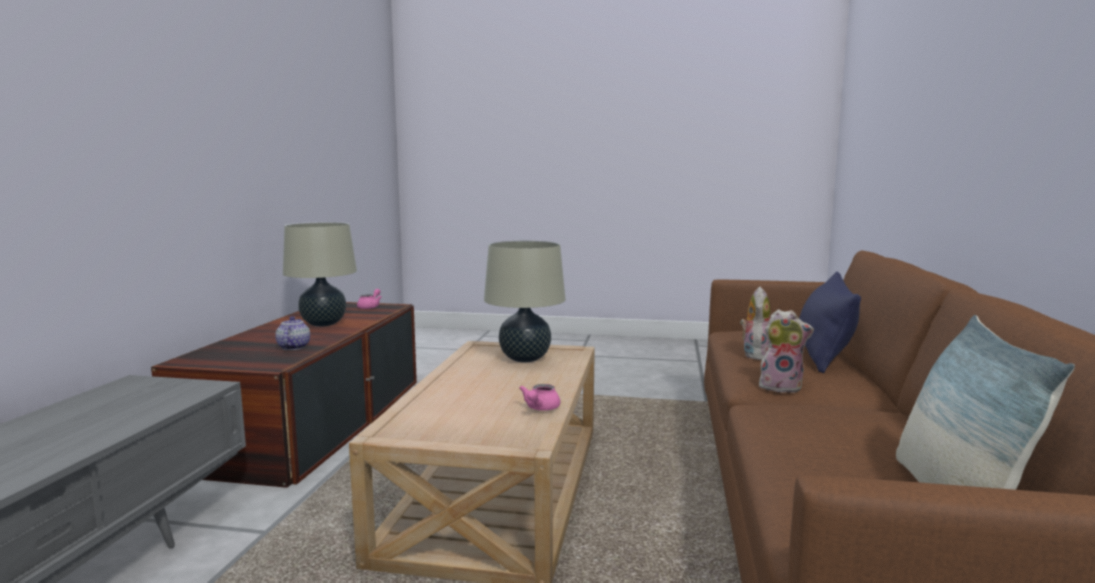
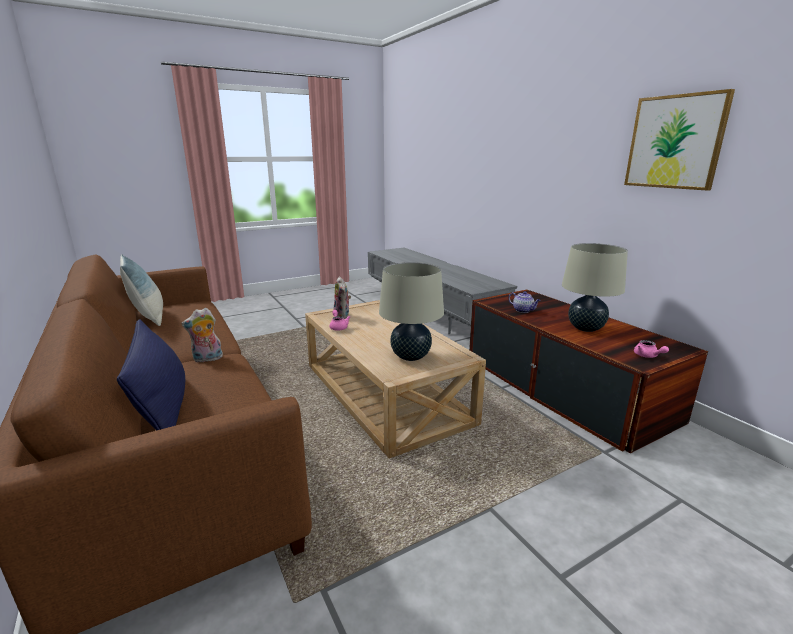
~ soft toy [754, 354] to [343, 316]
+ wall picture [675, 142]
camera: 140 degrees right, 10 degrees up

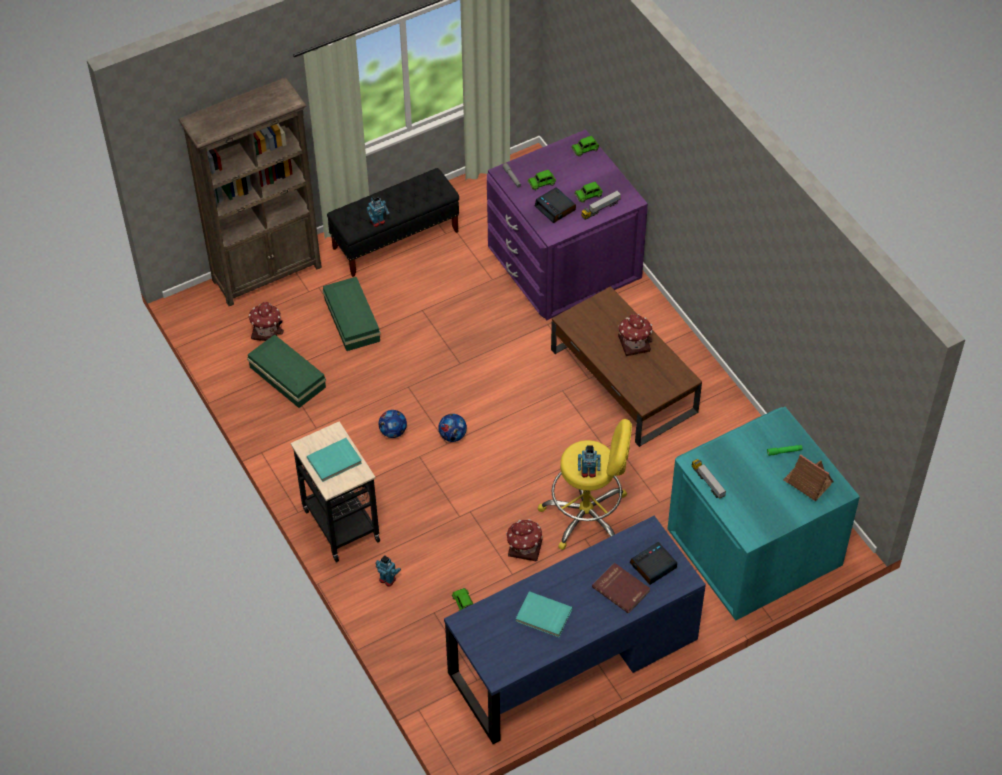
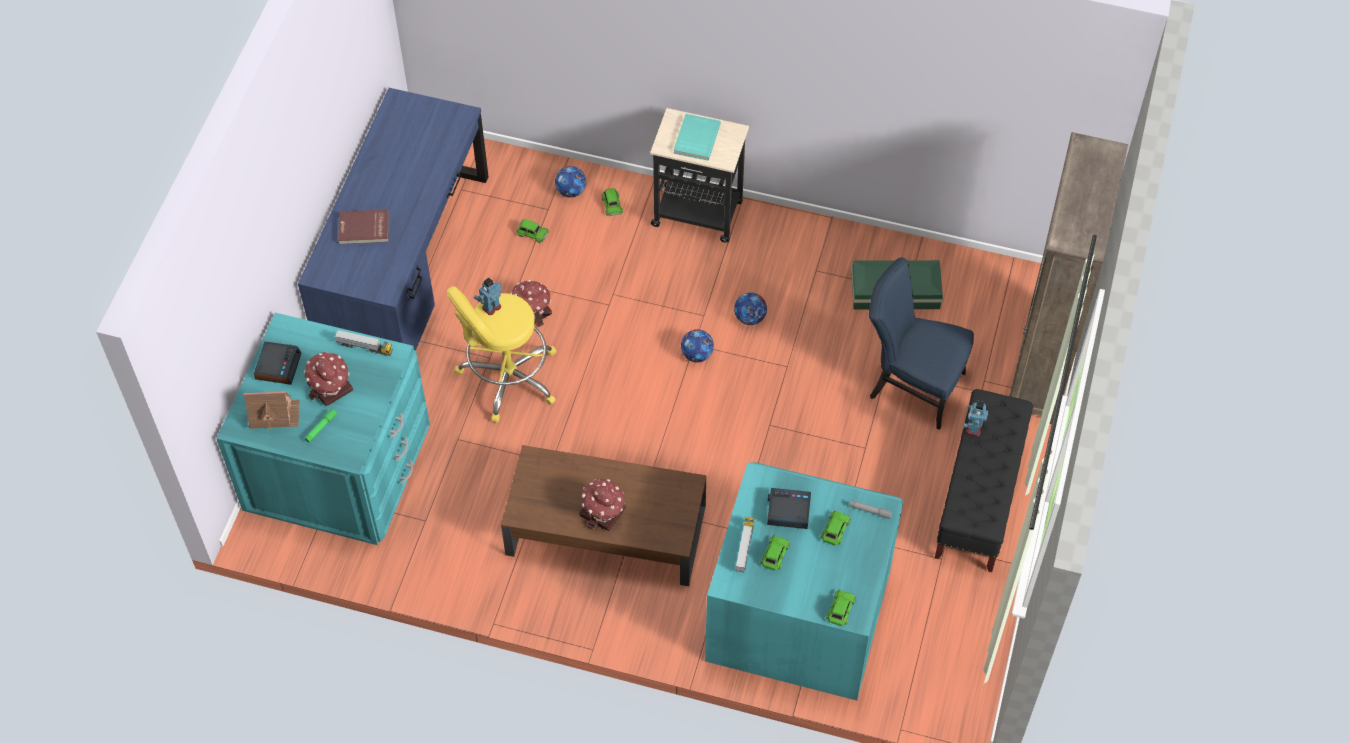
~ table clock [653, 566] to [278, 366]
~ model house [266, 330] to [330, 387]
+ ball for football [571, 191]
~ toy robot [387, 579] to miniature car in greenish [612, 204]
~ drawer chest in purplish [563, 262] to drawer chest in blue-green [799, 613]
~ storage bin in greenish [351, 321] to upright chair in blue-coloured [911, 384]
- book in blue-green [543, 616]
camera: 135 degrees right, 5 degrees up

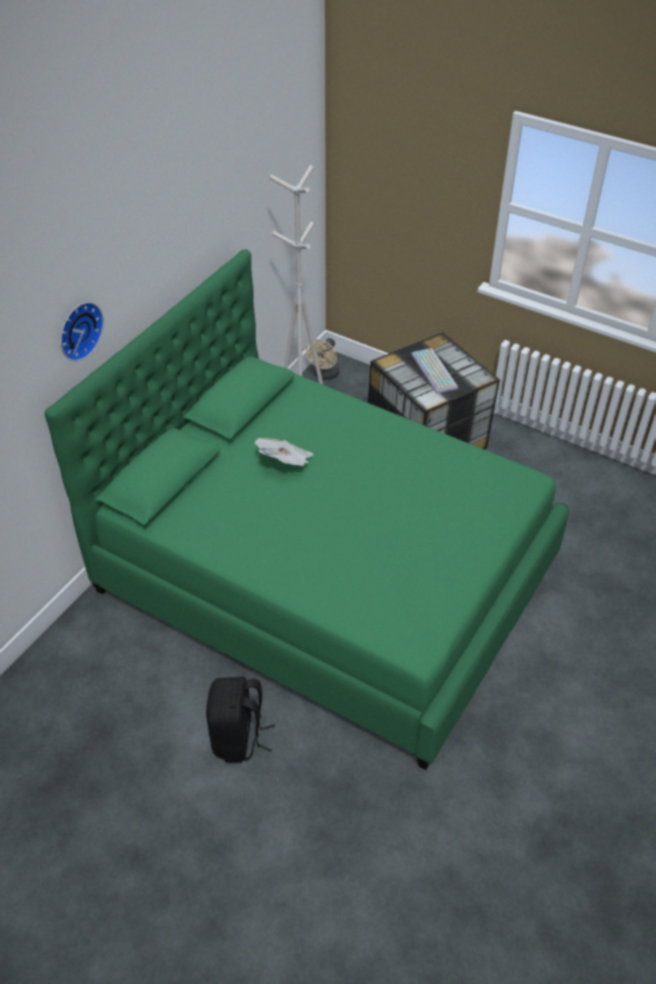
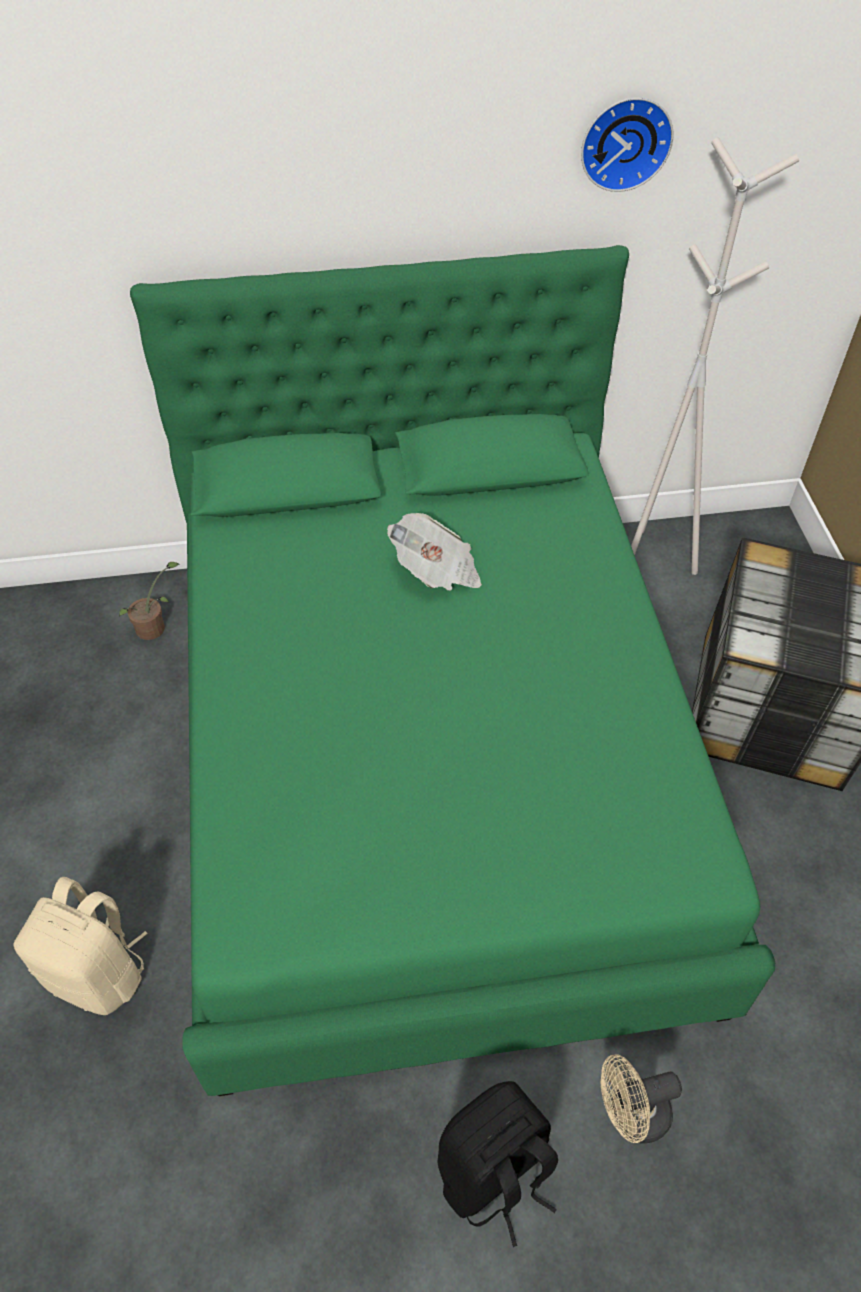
+ rucksack in beige [98, 973]
+ potted plant [155, 627]
~ rucksack in blackish [238, 738] to [495, 1174]
~ hanging clock [78, 330] to [625, 142]
~ electric fan in beige [325, 375] to [630, 1115]
- computer keyboard [435, 371]
camera: 50 degrees right, 5 degrees up

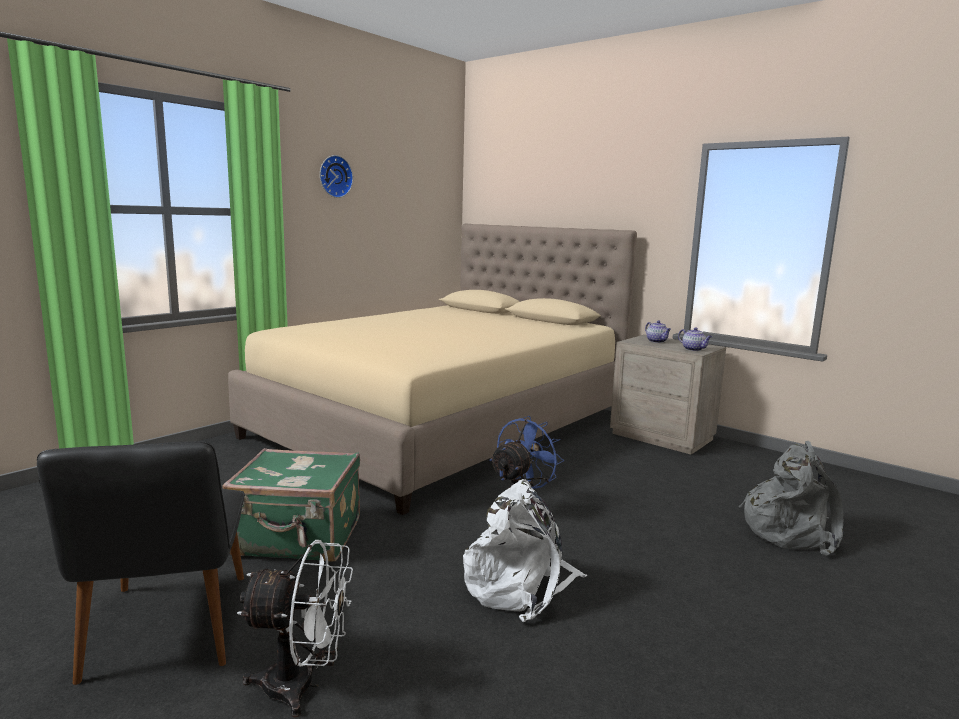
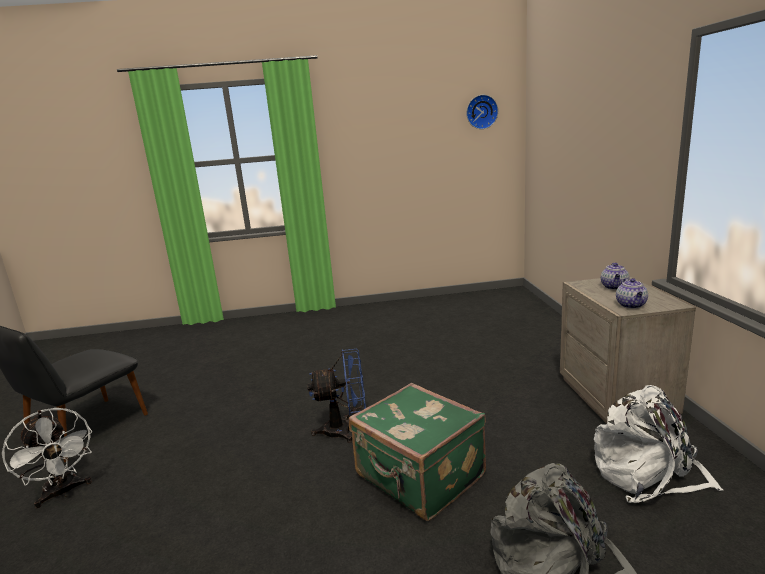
~ travel case in greenish [298, 538] to [419, 477]
~ hanging clock [334, 176] to [481, 112]
~ rucksack in whitish [520, 586] to [648, 474]
- sleeping bed in beige [444, 425]
camera: 45 degrees right, 5 degrees up

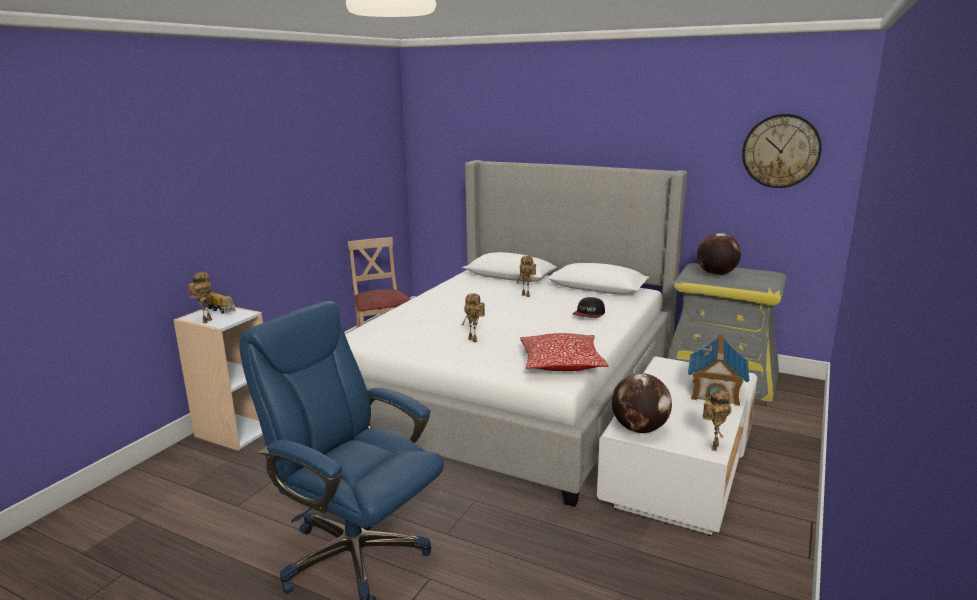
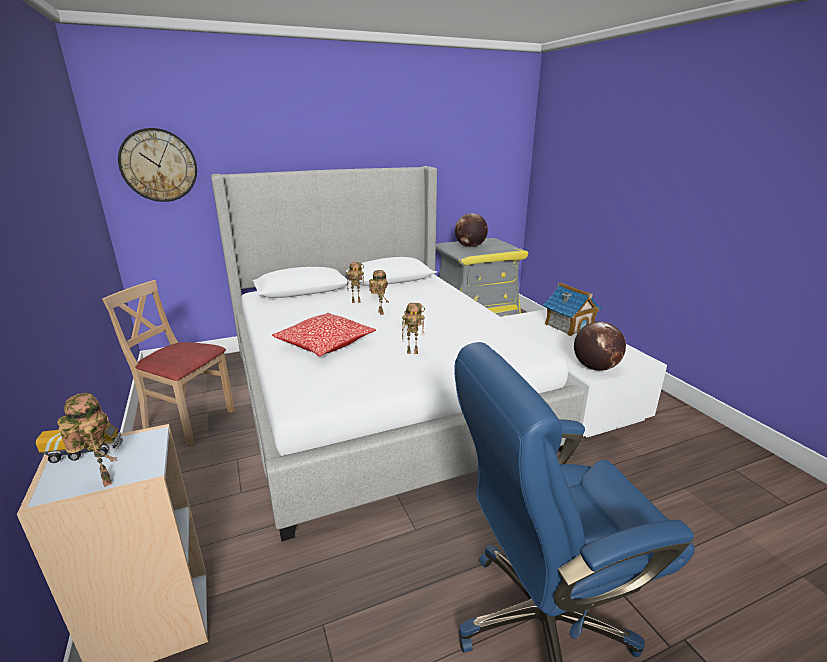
~ hanging clock [781, 151] to [159, 165]
~ cushion [561, 364] to [325, 344]
~ toy robot [713, 446] to [379, 313]
- peaked cap [589, 314]
camera: 50 degrees left, 5 degrees up

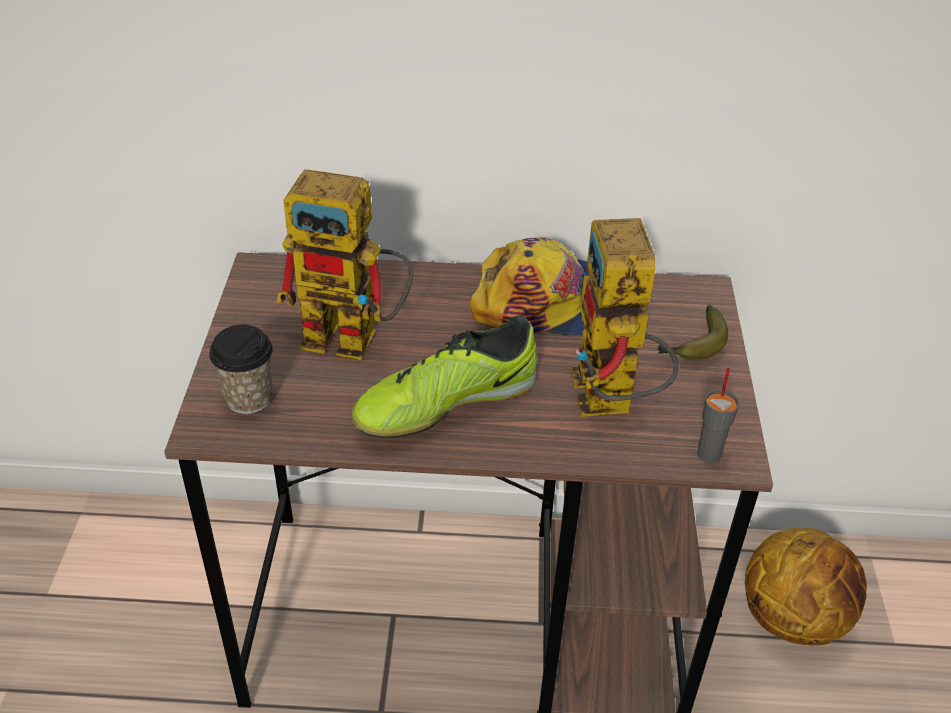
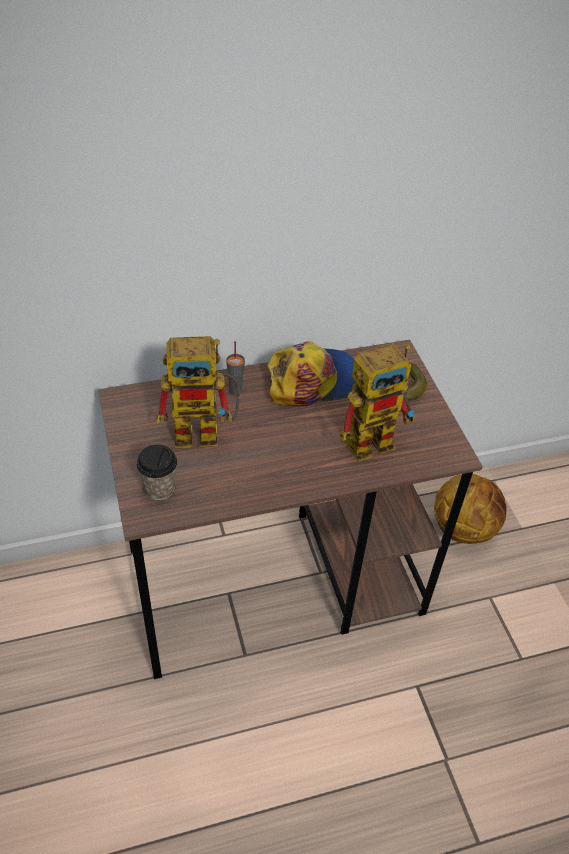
~ cup in grey [709, 454] to [236, 390]
~ toy robot [611, 403] = [376, 438] 90 degrees counterclockwise
- shoe [446, 403]
camera: 20 degrees left, 5 degrees up

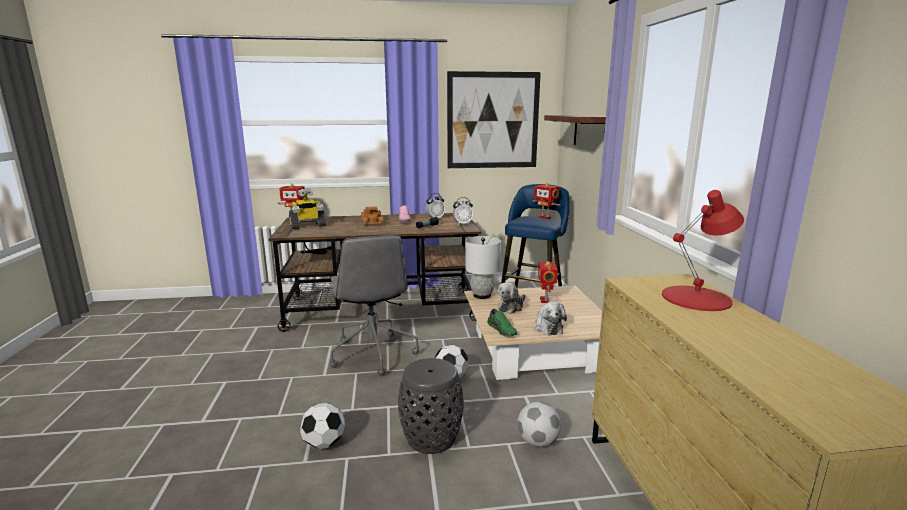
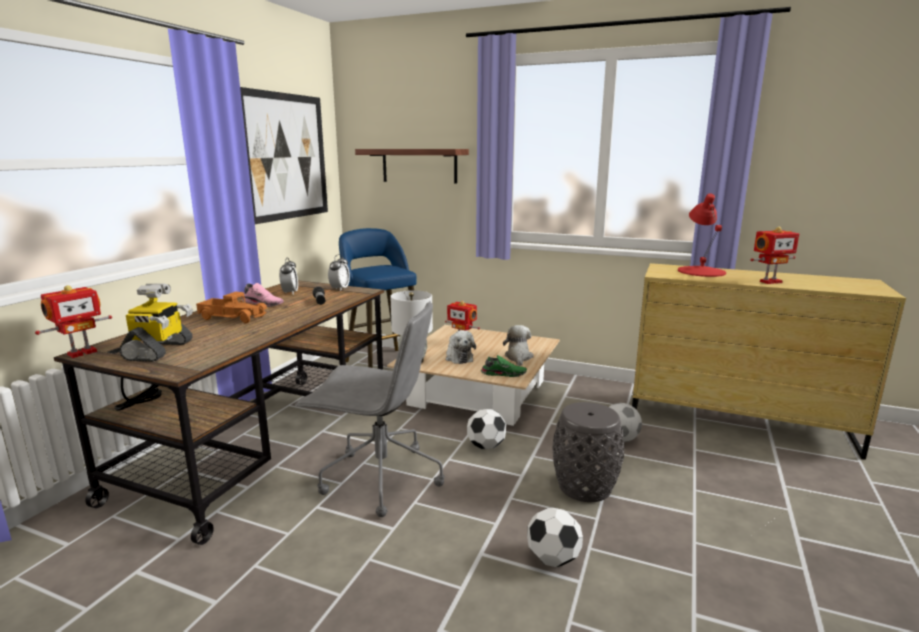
~ soft toy [548, 327] = [518, 357] 105 degrees counterclockwise
~ toy robot [545, 217] to [769, 281]
camera: 60 degrees left, 0 degrees up

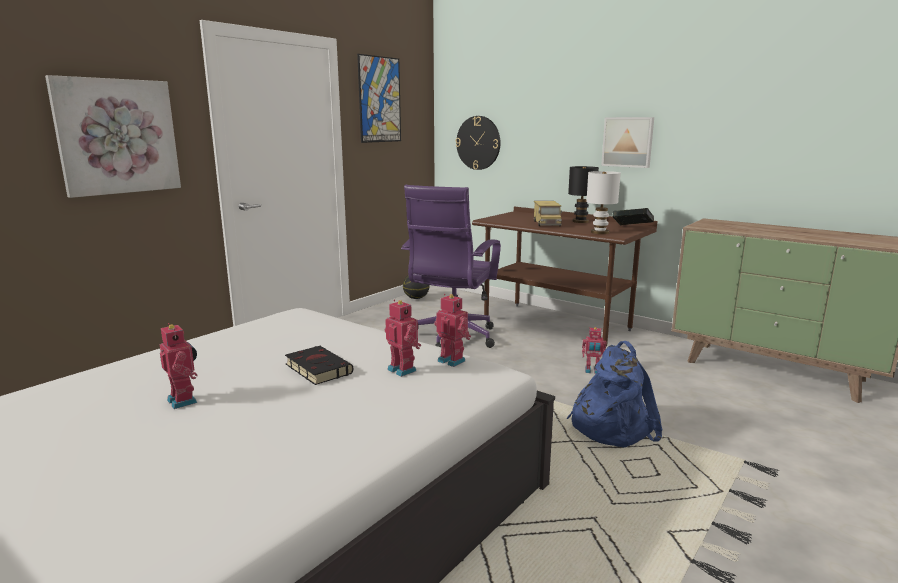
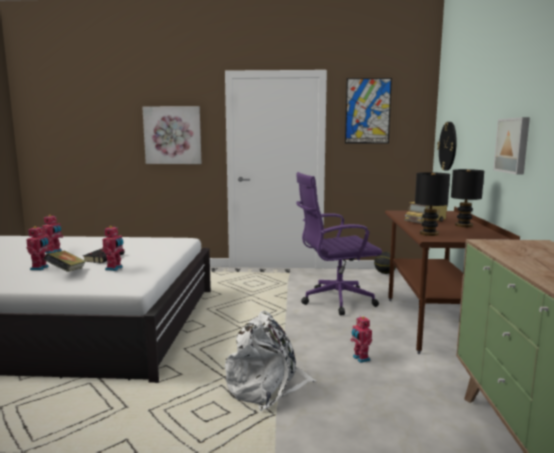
~ toy robot [452, 360] to [40, 268]
~ book [632, 228] to [66, 272]
~ rucksack in blue-coloured [610, 426] to rucksack in whitish [267, 387]
~ lamp for a table in whitish [600, 232] to lamp for a table in blackish [429, 234]
camera: 55 degrees right, 5 degrees down

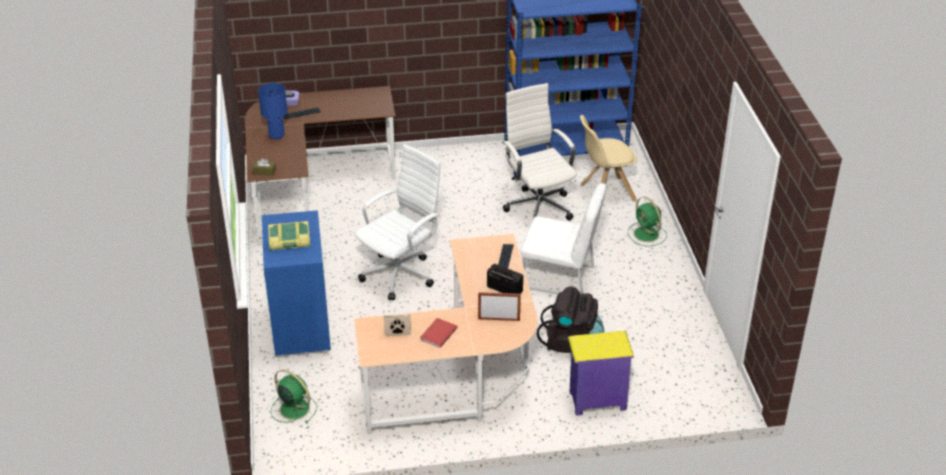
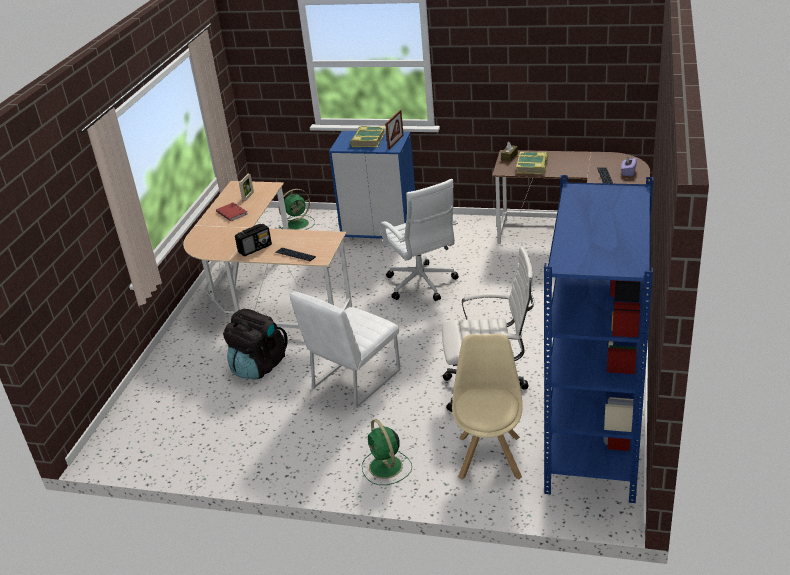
~ electric fan in greenish [647, 235] = [386, 467] 105 degrees counterclockwise
~ standing frame [499, 319] to [395, 142]
+ book [532, 166]
- lamp for a table in blue-coloured [276, 136]
- nightstand [595, 400]
camera: 115 degrees right, 5 degrees down

